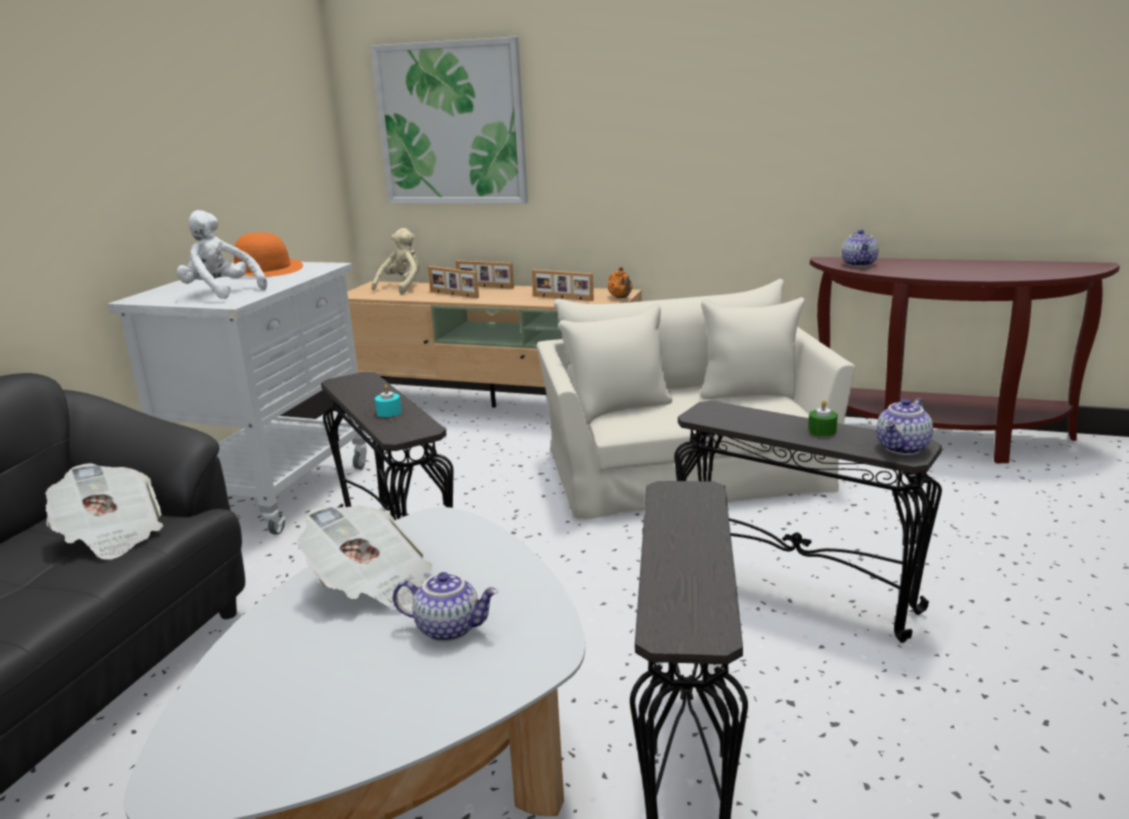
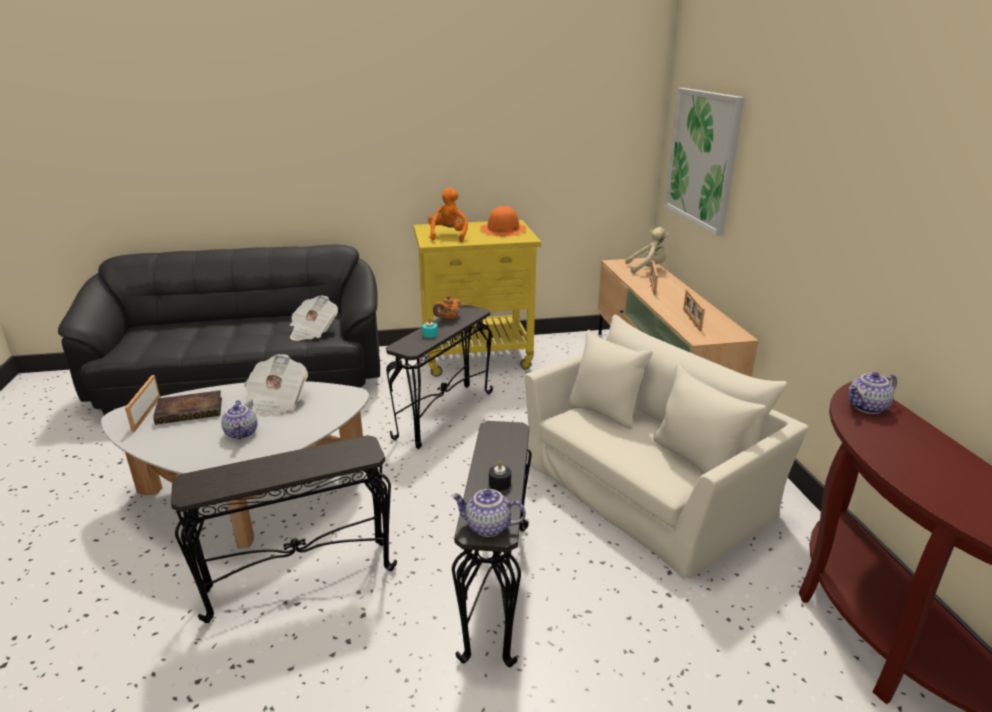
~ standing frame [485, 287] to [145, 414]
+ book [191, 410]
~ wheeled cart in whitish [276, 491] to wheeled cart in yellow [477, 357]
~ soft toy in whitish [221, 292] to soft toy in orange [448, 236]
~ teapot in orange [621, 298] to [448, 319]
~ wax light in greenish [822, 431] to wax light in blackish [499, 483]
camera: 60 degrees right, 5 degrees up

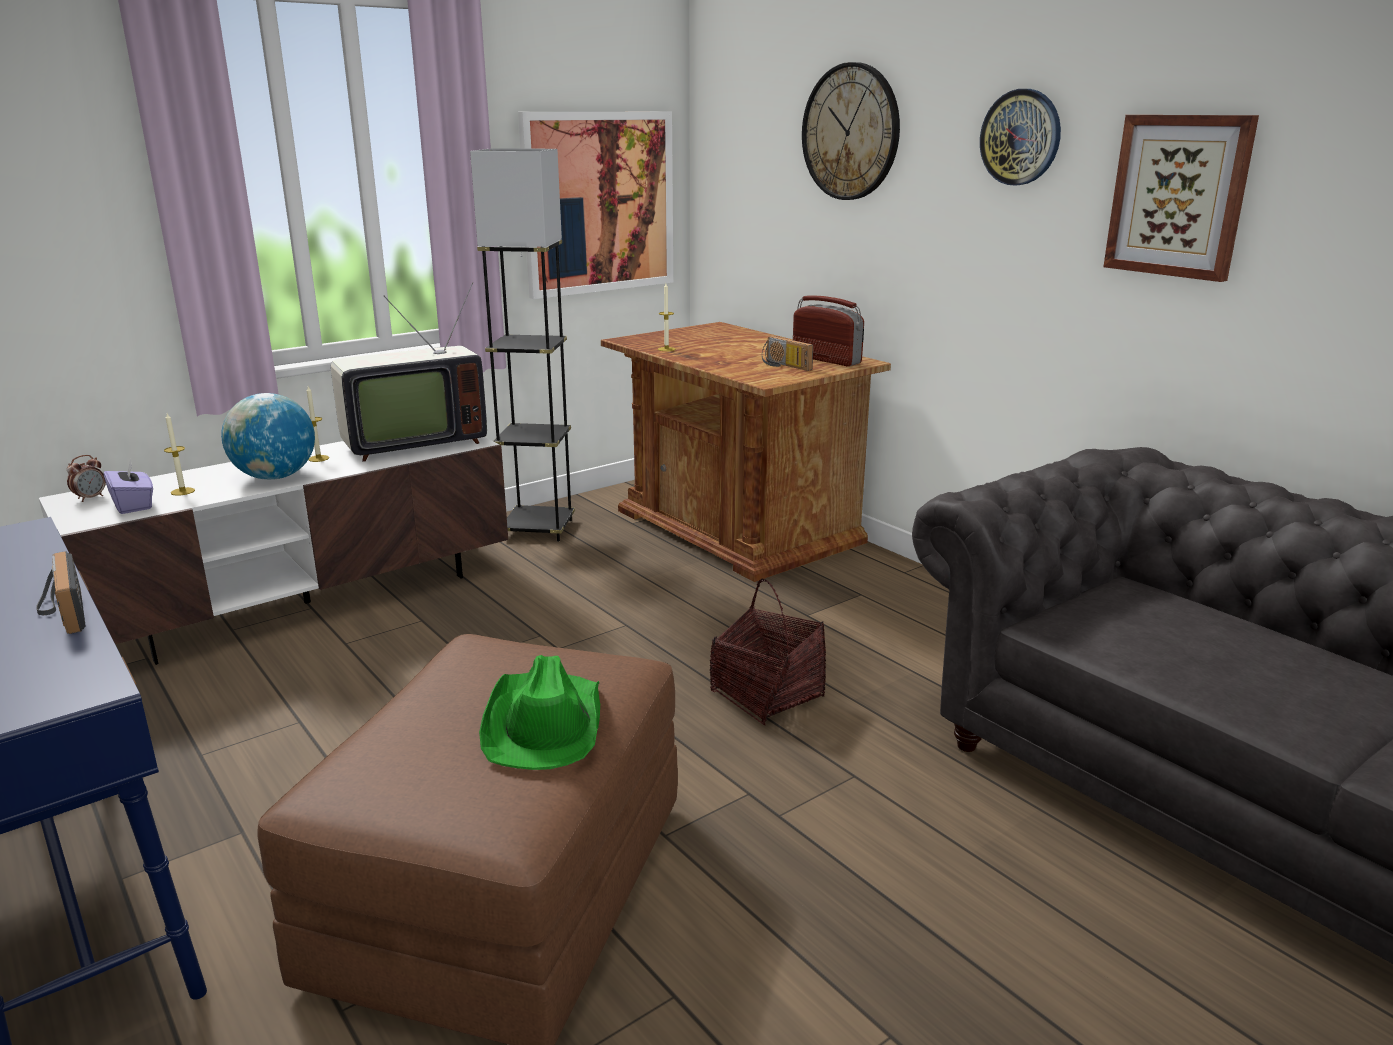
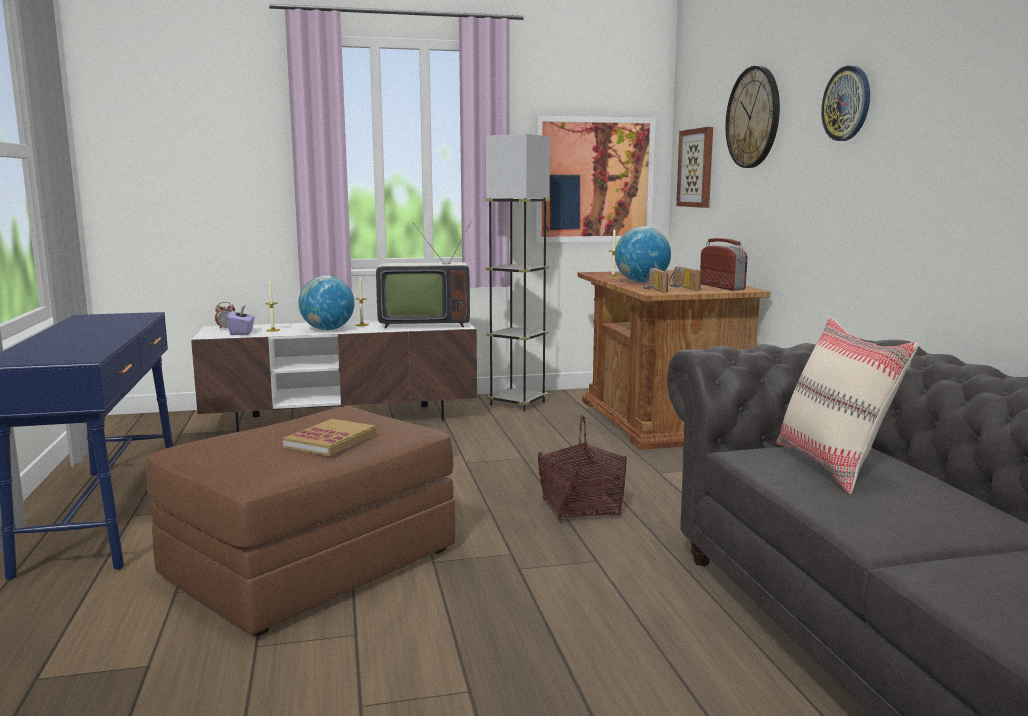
~ hat in greenish [544, 724] to book [331, 441]
+ globe [641, 282]
~ radio set [61, 613] to [653, 289]
~ wall picture [1179, 196] to [696, 168]
+ cushion in beige [833, 466]
camera: 25 degrees right, 10 degrees down

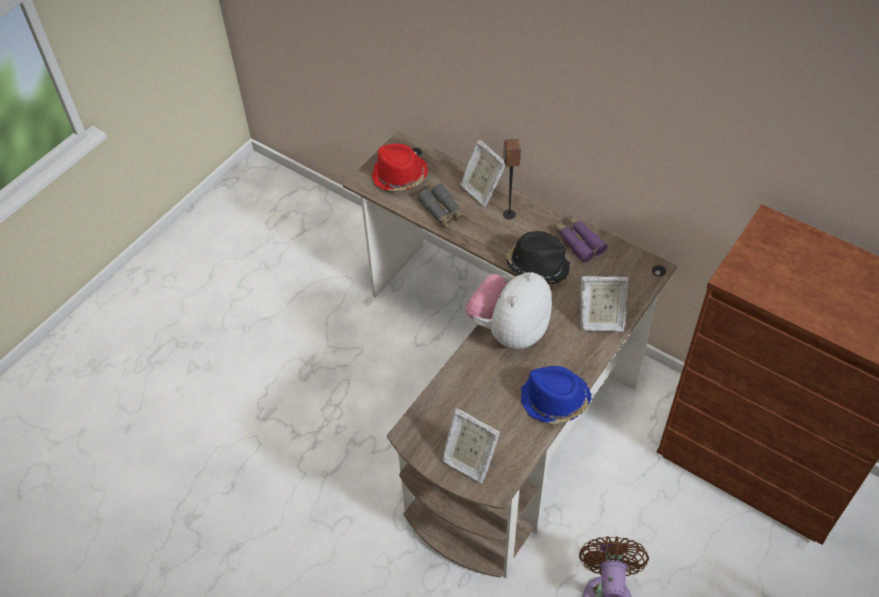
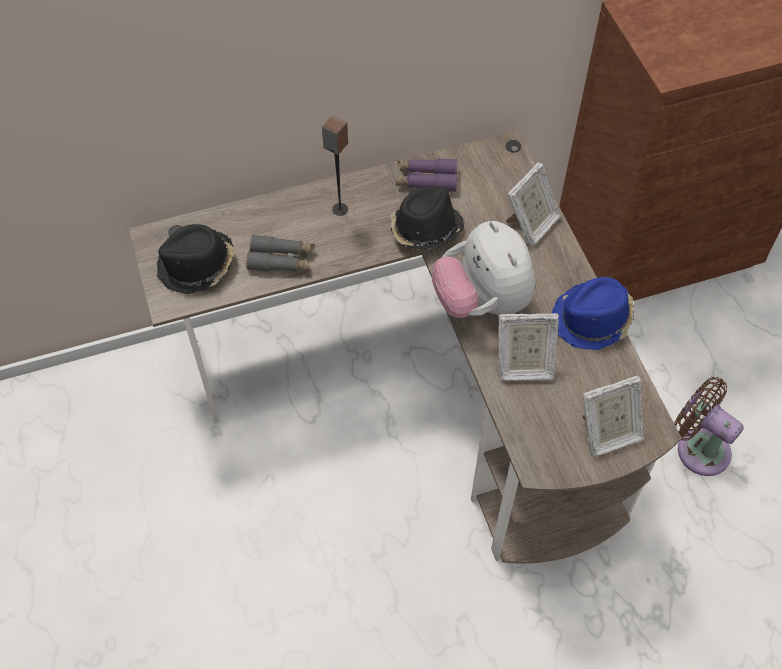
~ hat in reddish [399, 176] to hat in blackish [197, 266]
~ standing frame [481, 190] to [523, 365]
camera: 55 degrees left, 5 degrees up

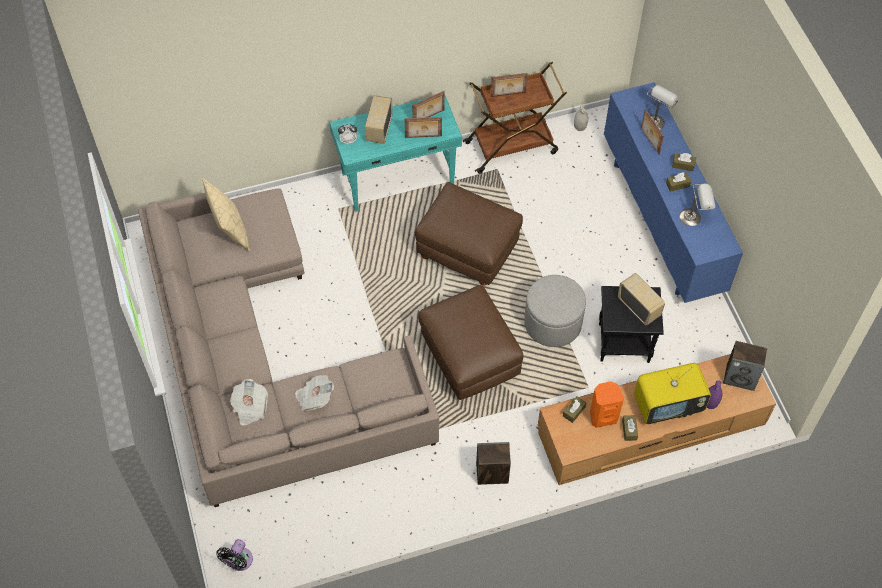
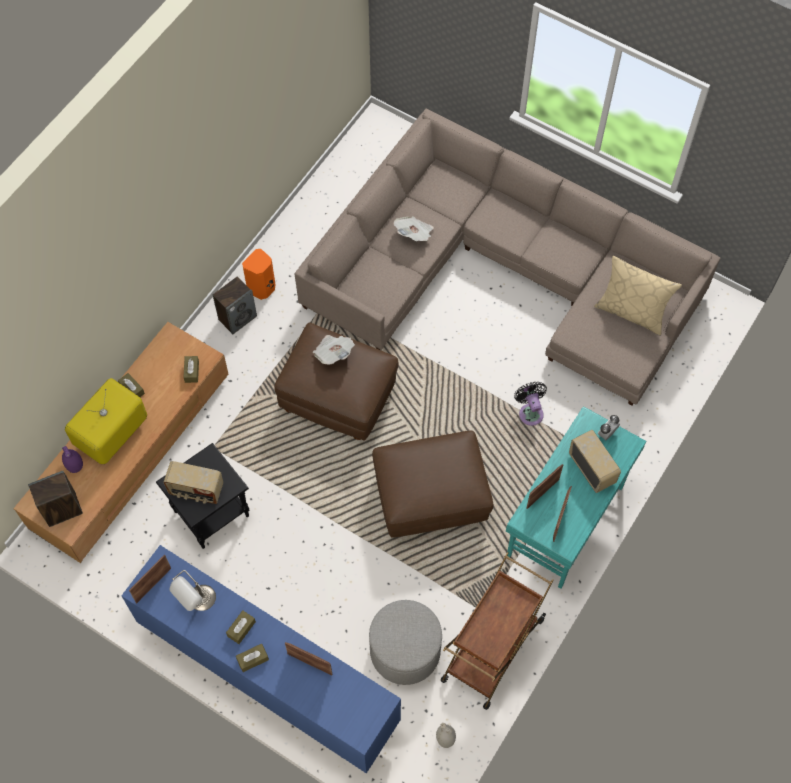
~ standing frame [508, 95] to [153, 584]
~ speaker in orange [602, 416] to [262, 288]
~ newspaper [250, 407] to [333, 353]
~ ottoman in grey [552, 323] to [405, 650]
~ electric fan in blackish [239, 562] to [530, 412]
- lamp for a table in whitish [656, 119]
camera: 140 degrees right, 5 degrees up

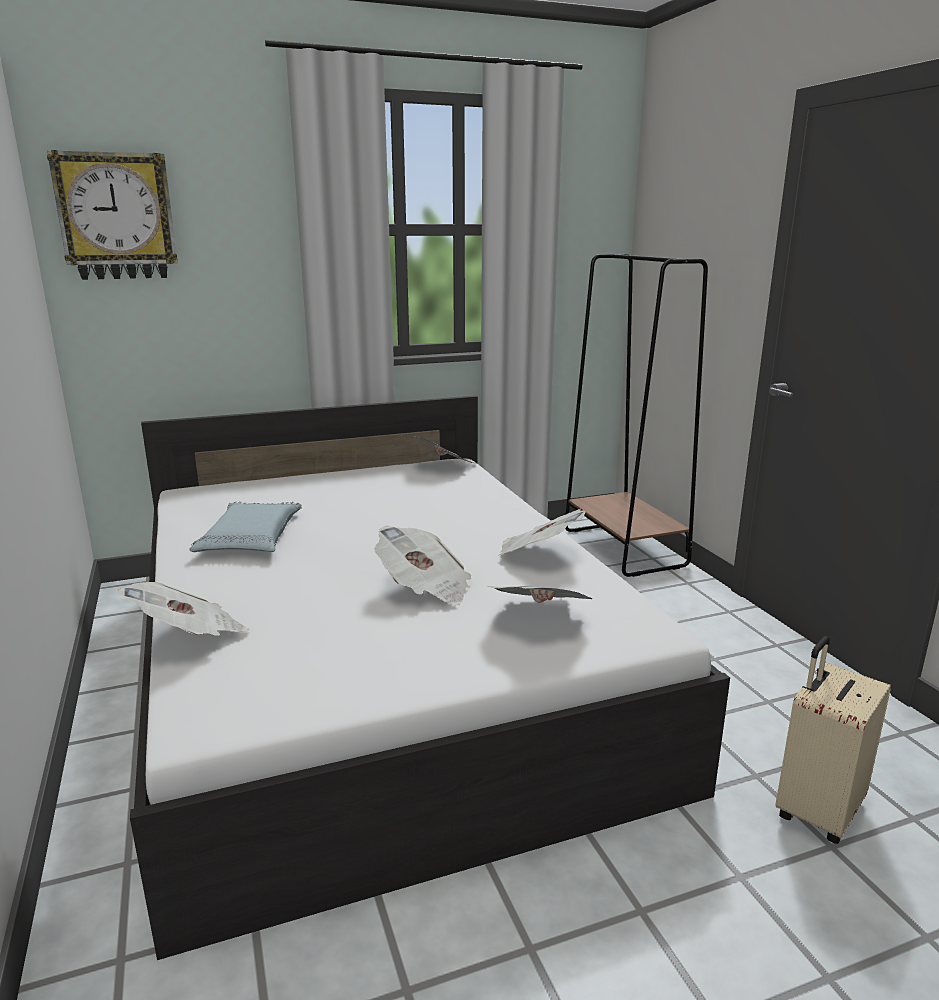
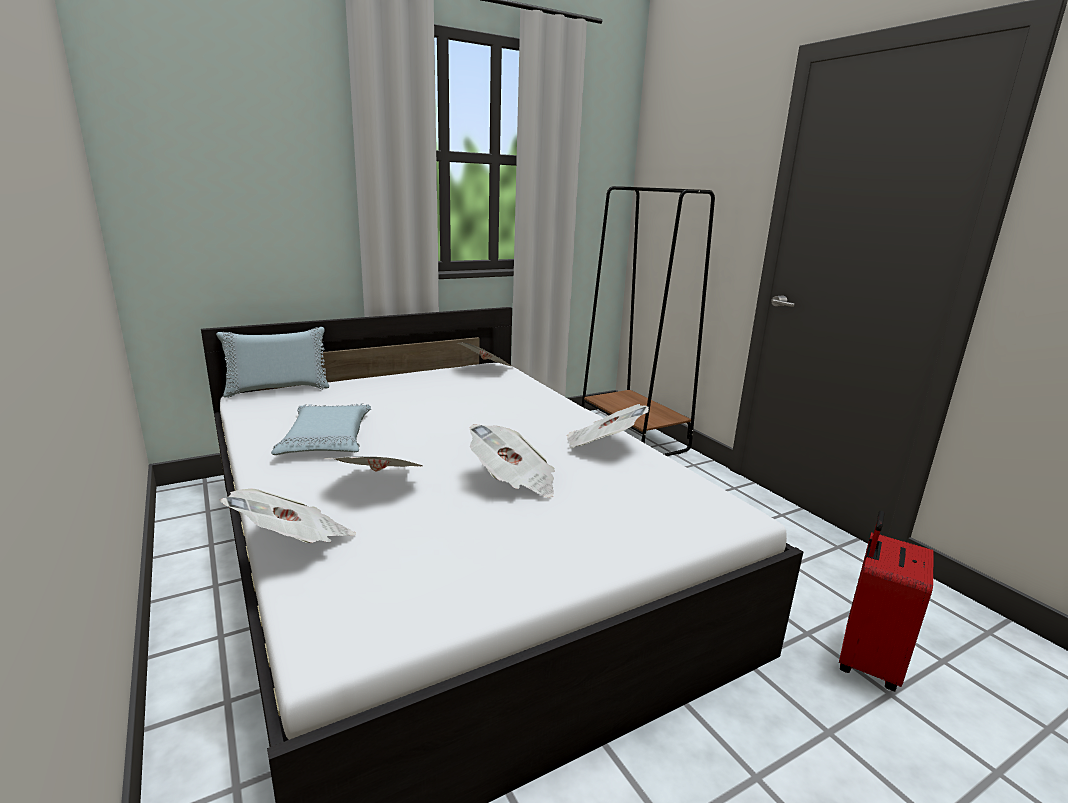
+ cushion in blue-coloured [278, 390]
~ newspaper [540, 618] to [380, 485]
~ travel case in beige [816, 810] to travel case in reddish [866, 661]
- hanging clock [117, 217]
camera: 10 degrees left, 0 degrees up

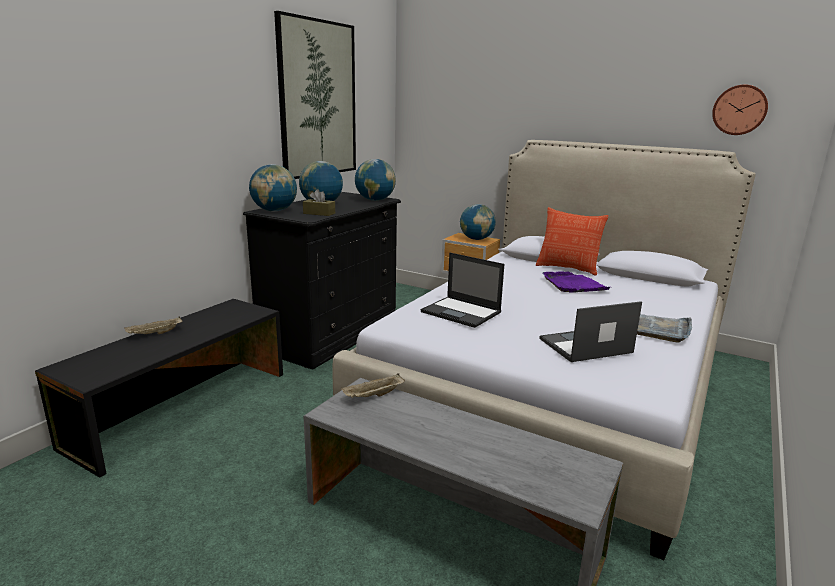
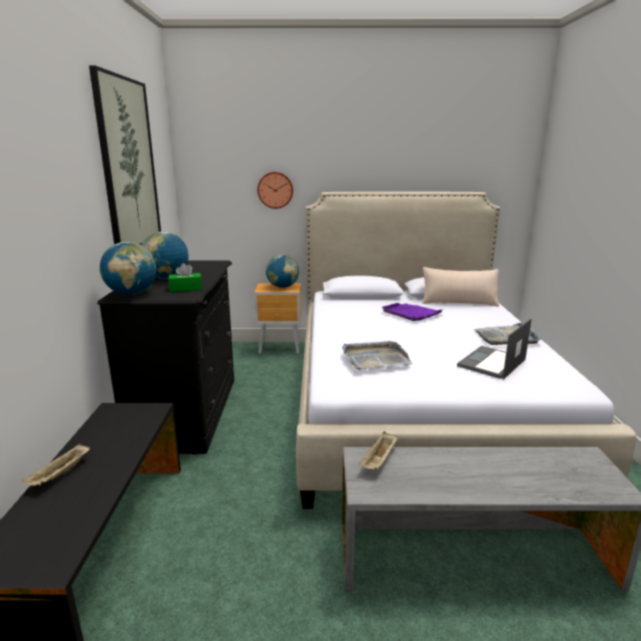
~ box of tissues in brownish [319, 213] to box of tissues in greenish [186, 288]
~ hanging clock [739, 110] to [275, 190]
~ laptop [462, 312] to carrying tray in grey [375, 358]
+ cushion in beige [458, 302]
- globe [375, 200]
- cushion in orange [567, 268]
camera: 30 degrees left, 0 degrees up

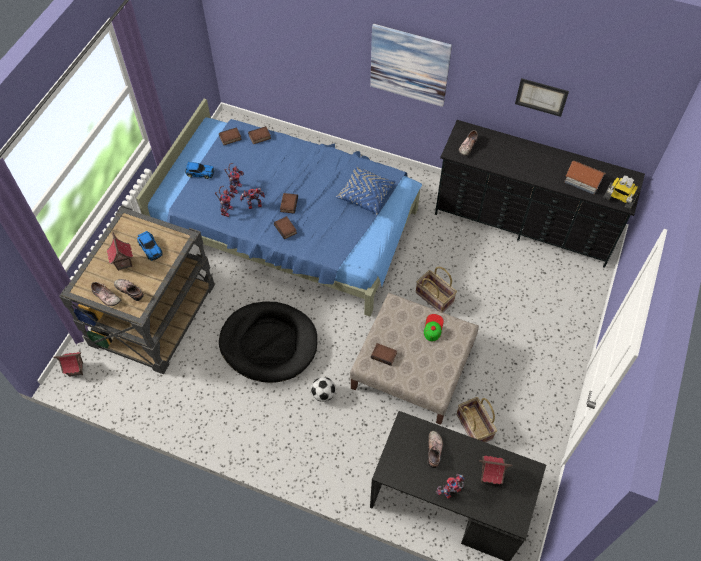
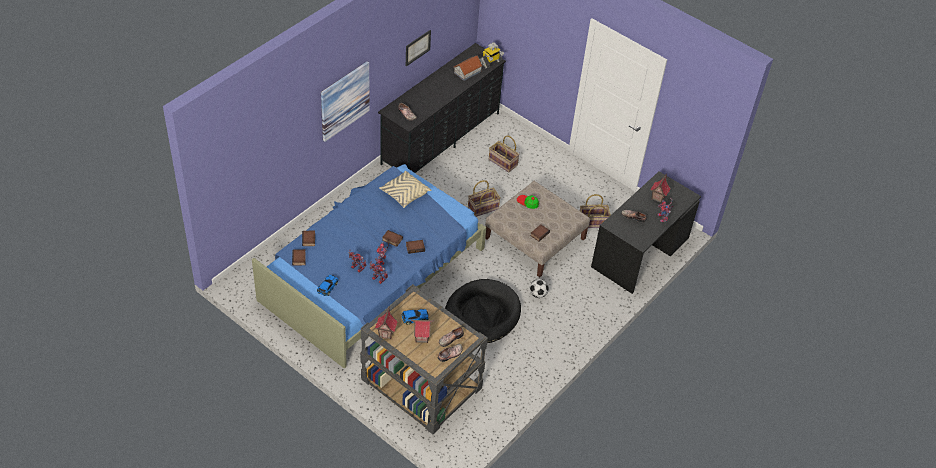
~ model house [76, 370] to [386, 333]
~ cushion in blue-coloured [365, 195] to cushion in beige [404, 194]
+ household basket [502, 162]
camera: 75 degrees left, 10 degrees down

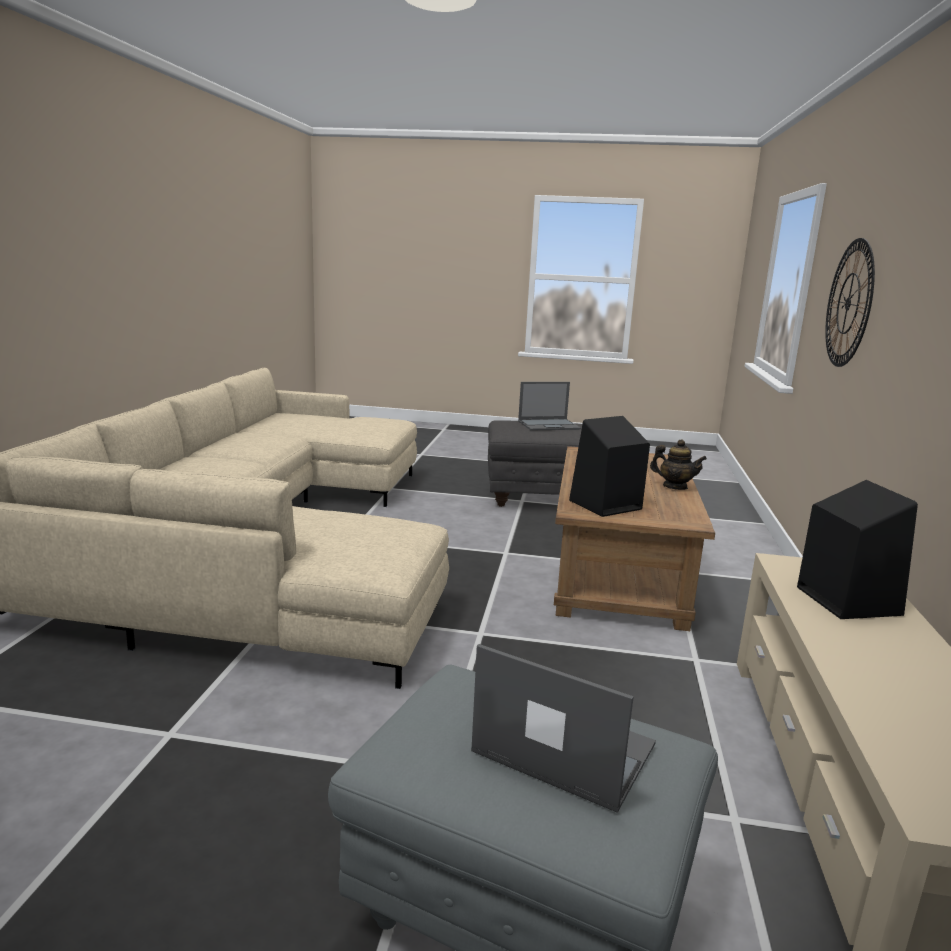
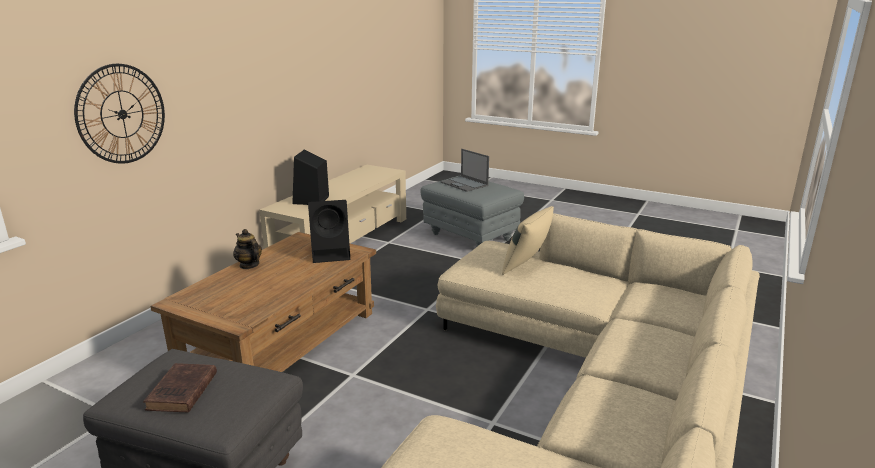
~ laptop [549, 425] to book in brownish [181, 392]
+ cushion in beige [526, 266]
camera: 160 degrees left, 5 degrees up

